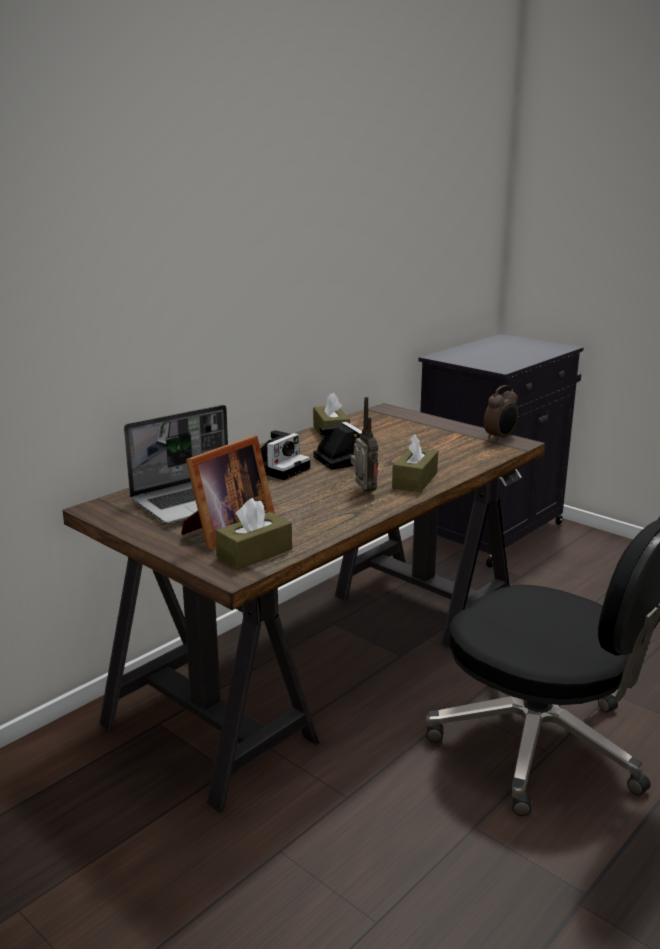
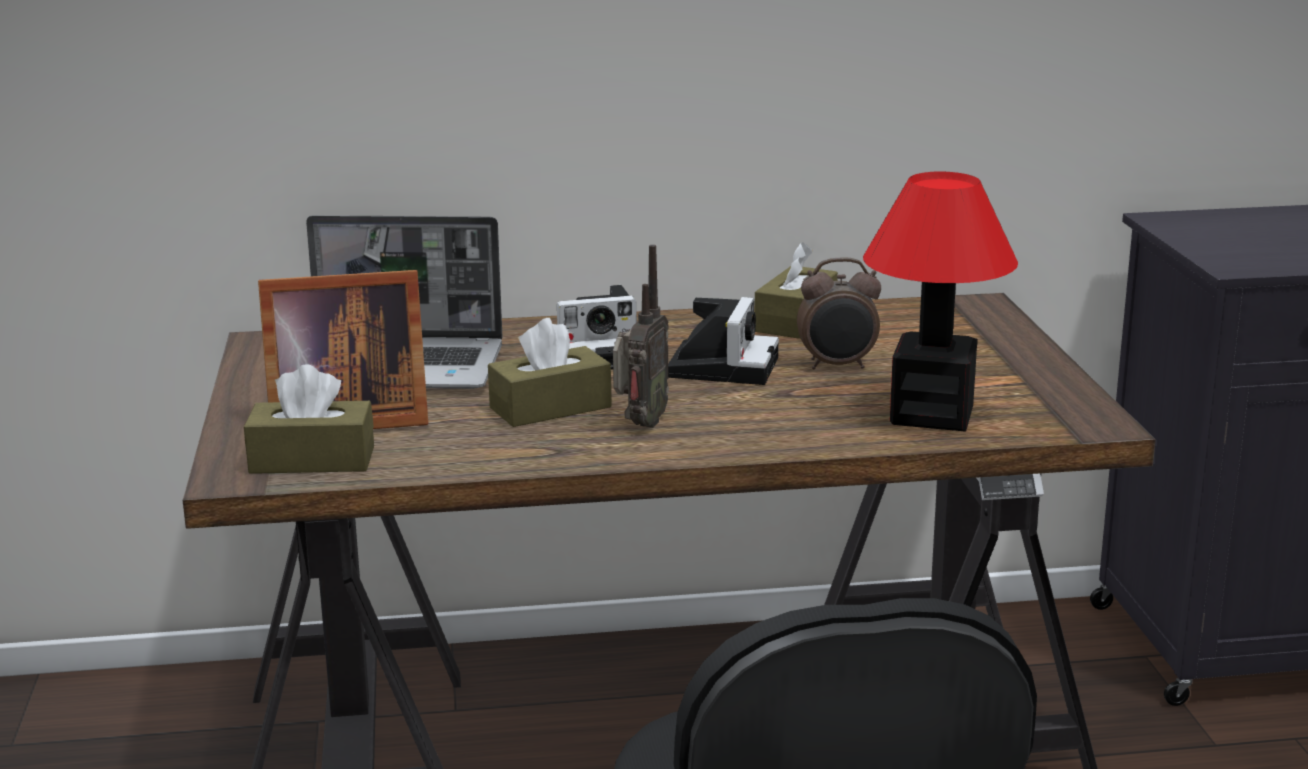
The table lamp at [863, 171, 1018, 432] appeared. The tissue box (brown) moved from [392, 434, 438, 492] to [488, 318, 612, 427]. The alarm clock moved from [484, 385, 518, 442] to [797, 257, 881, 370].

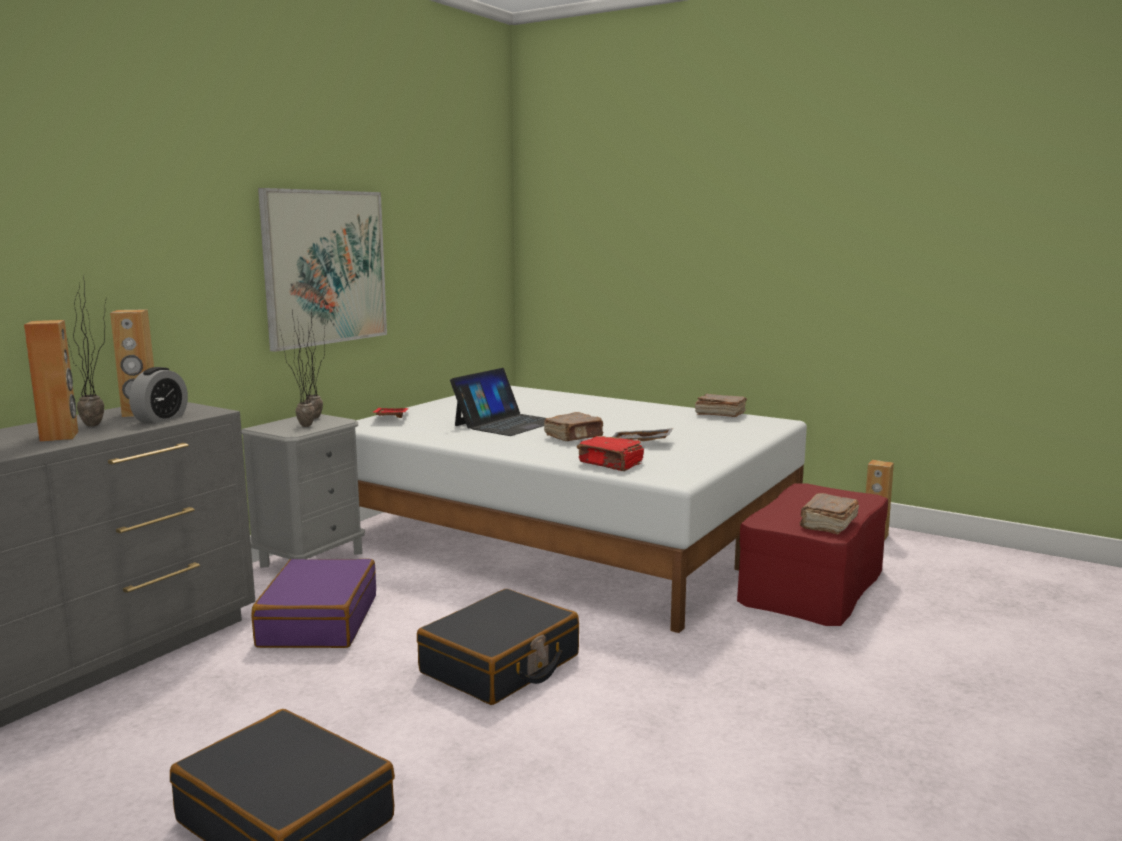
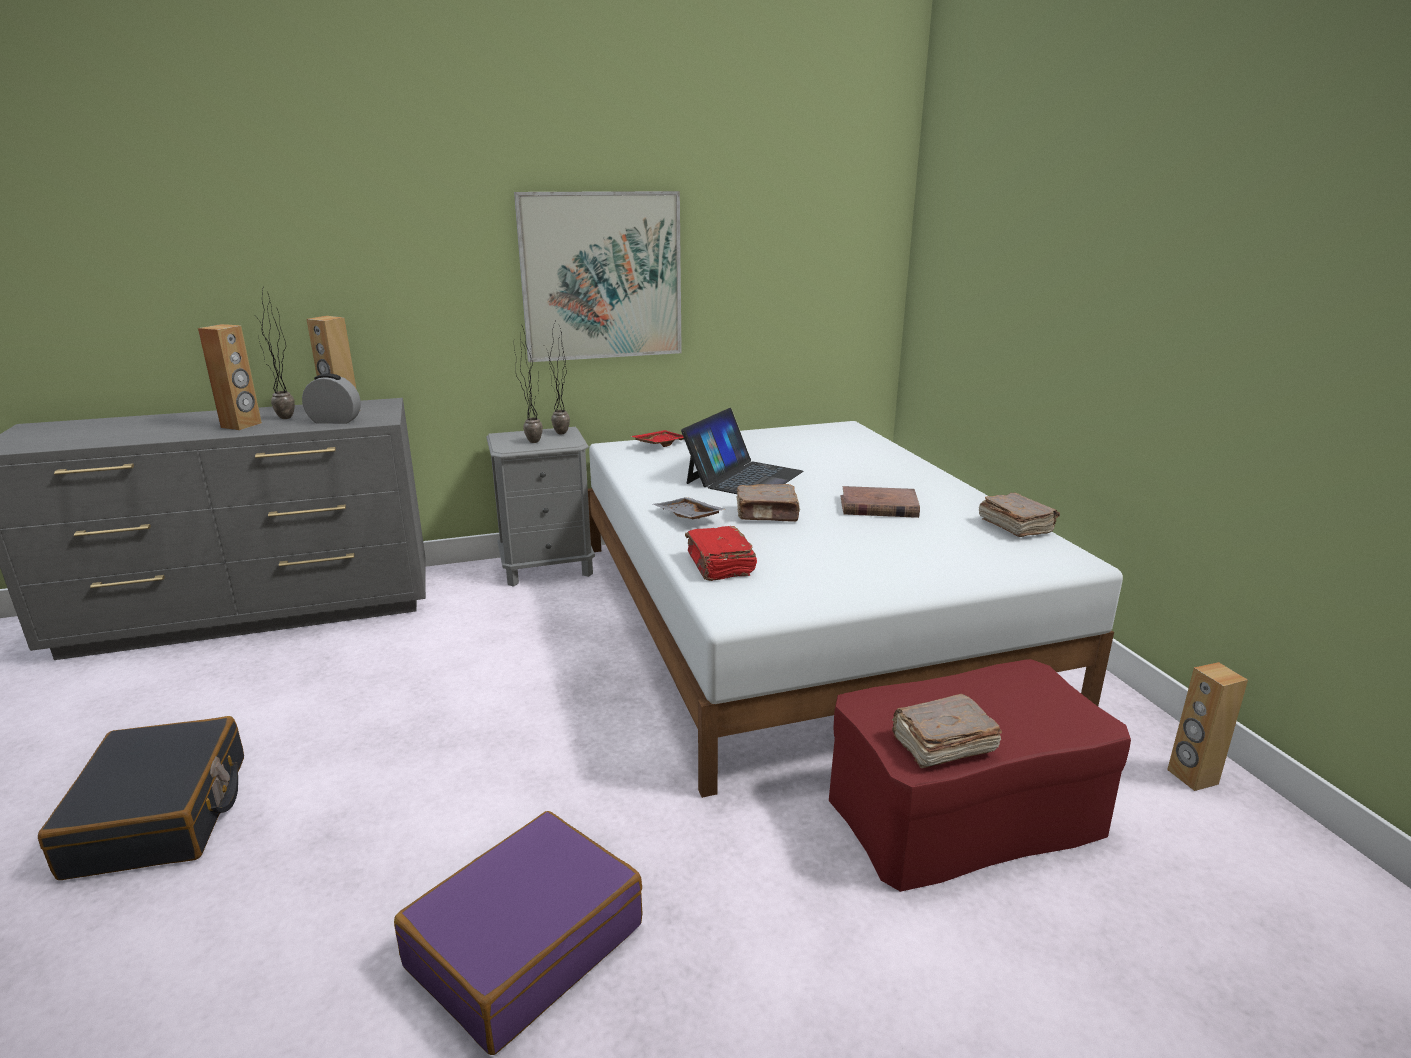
The suitcase (black) at [417, 589, 579, 705] disappeared. The book (brown) at [840, 486, 920, 518] appeared. The suitcase (purple) moved from [251, 559, 376, 648] to [394, 811, 643, 1055]. The tray (grey) moved from [612, 428, 673, 441] to [653, 497, 725, 519]. The alarm clock at [129, 367, 188, 423] turned 150 degrees counterclockwise. The laptop at [450, 368, 546, 436] turned 45 degrees counterclockwise.

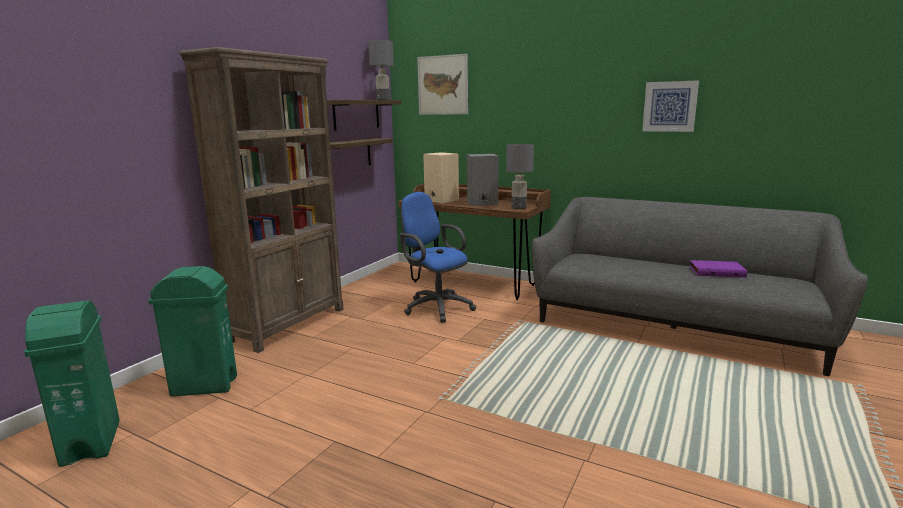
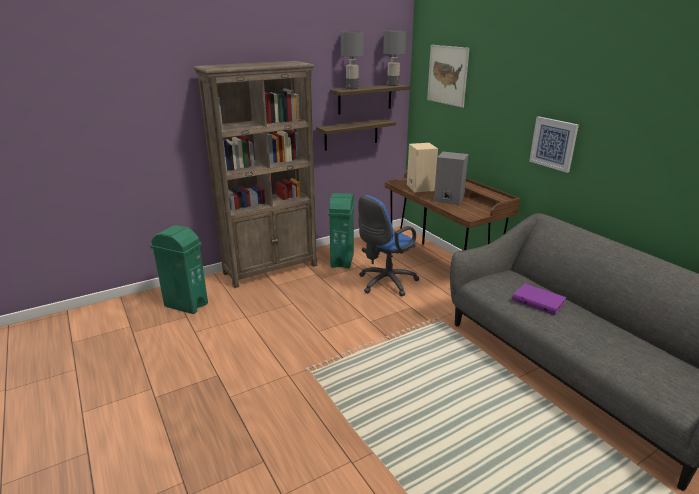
The trash can (green) moved from [24, 301, 120, 467] to [328, 193, 355, 268]. The table lamp (grey) moved from [506, 144, 534, 209] to [341, 31, 364, 89]. The picture moved from [642, 80, 699, 132] to [529, 116, 579, 173]. The book (purple) moved from [689, 260, 747, 277] to [512, 283, 566, 315]. The office chair (blue) at [400, 192, 476, 323] turned 120 degrees counterclockwise.

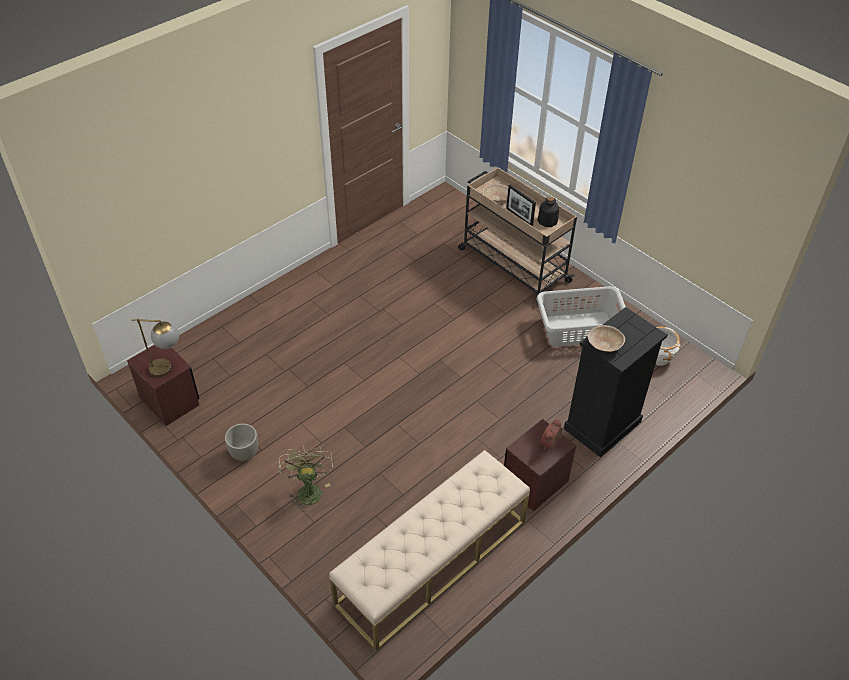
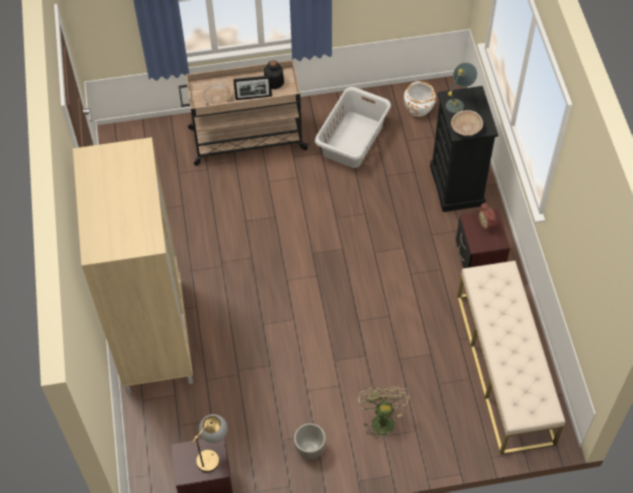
The wardrobe (beige) at [73, 137, 193, 394] appeared. The table lamp (grey) at [446, 62, 477, 114] appeared. The fan (green) at [278, 446, 334, 512] turned 60 degrees clockwise.

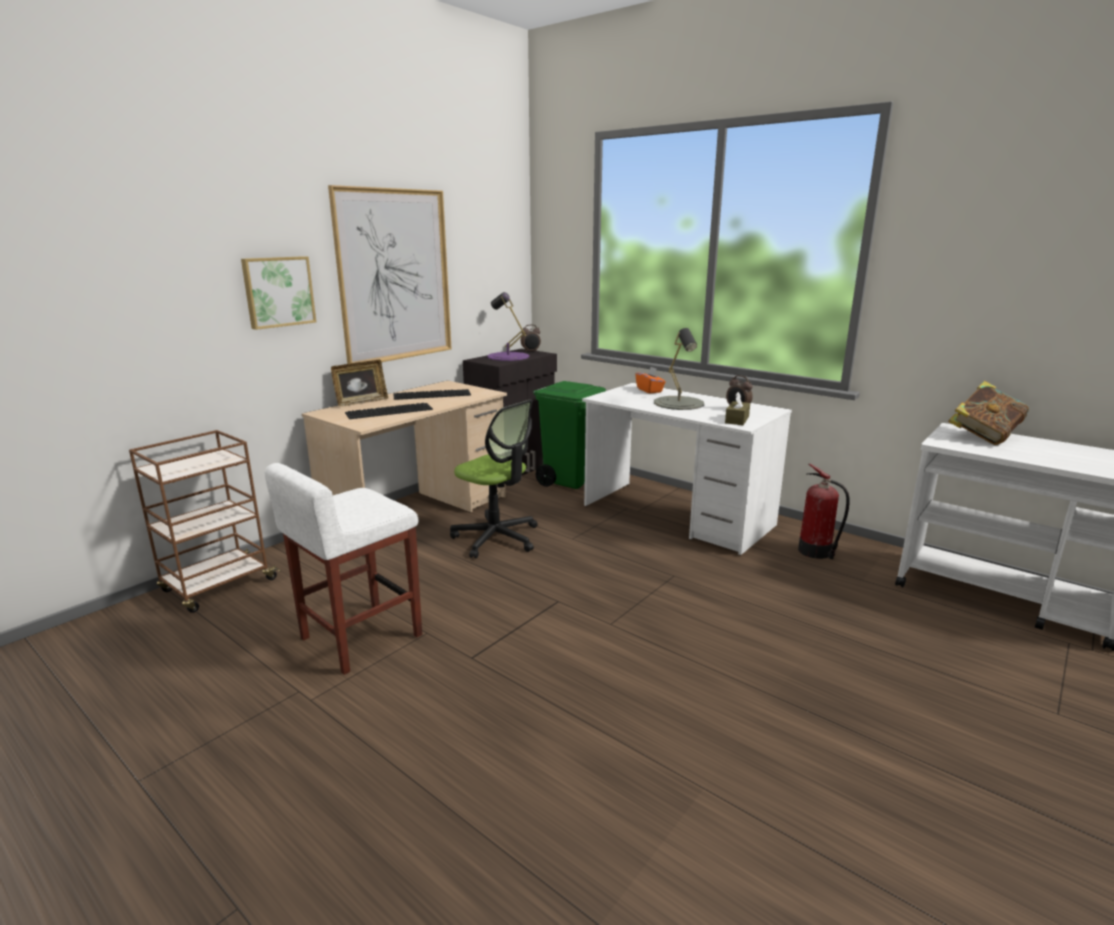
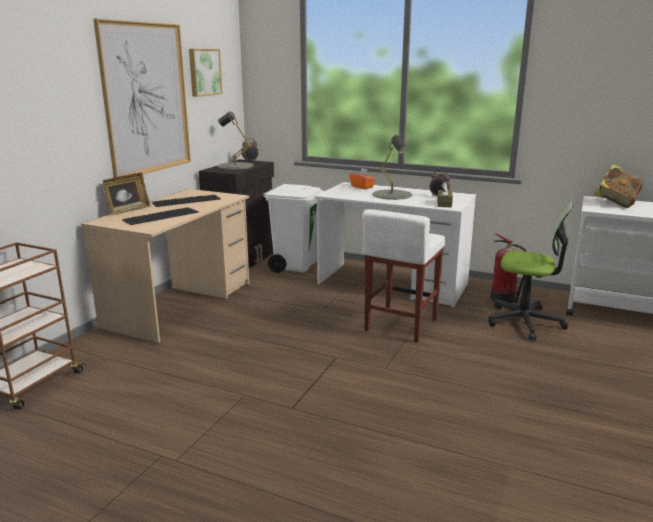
The picture moved from [241, 256, 316, 330] to [189, 49, 223, 97]. The stool (white) moved from [265, 463, 422, 675] to [362, 209, 446, 343]. The office chair moved from [450, 399, 538, 558] to [488, 201, 573, 340]. The table lamp (purple) at [487, 292, 529, 361] became the table lamp (grey) at [217, 111, 253, 170]. The trash can (green) at [533, 381, 606, 489] became the trash can (white) at [263, 184, 324, 273].

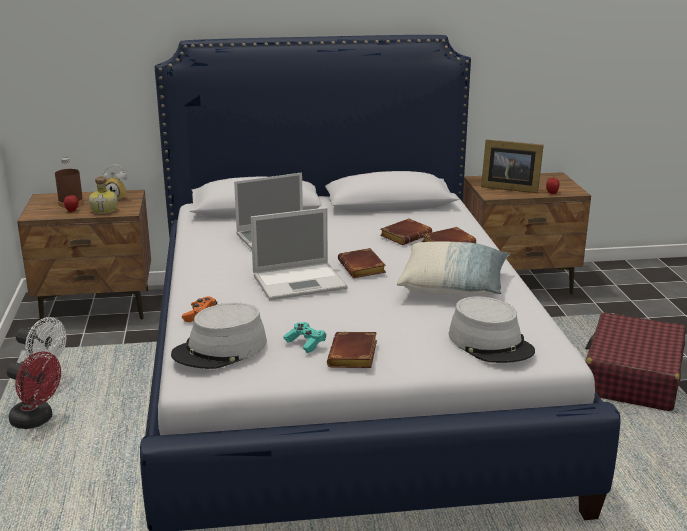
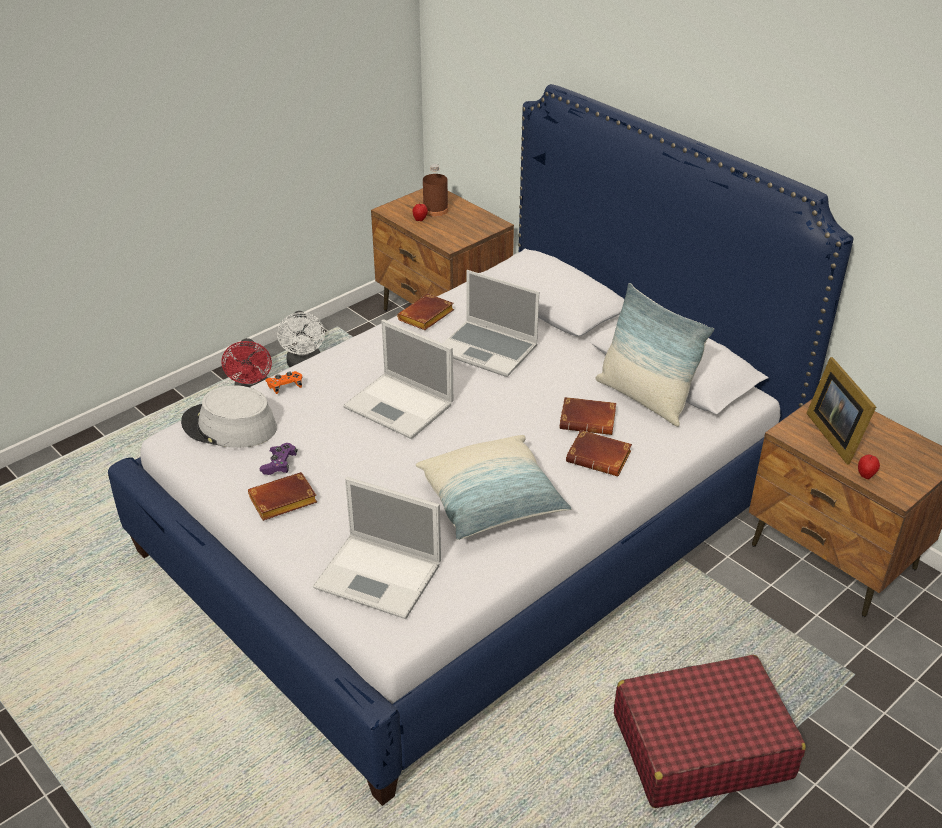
The bottle at [88, 176, 117, 214] disappeared. The alarm clock at [103, 164, 127, 200] disappeared. The pillow at [595, 283, 714, 427] appeared. The book (brown) moved from [338, 248, 386, 278] to [397, 294, 454, 330]. The hat (grey) at [448, 297, 535, 363] was replaced by the laptop at [313, 477, 441, 619]. The game controller (turquoise) at [284, 322, 326, 353] became the game controller (purple) at [260, 443, 297, 475].

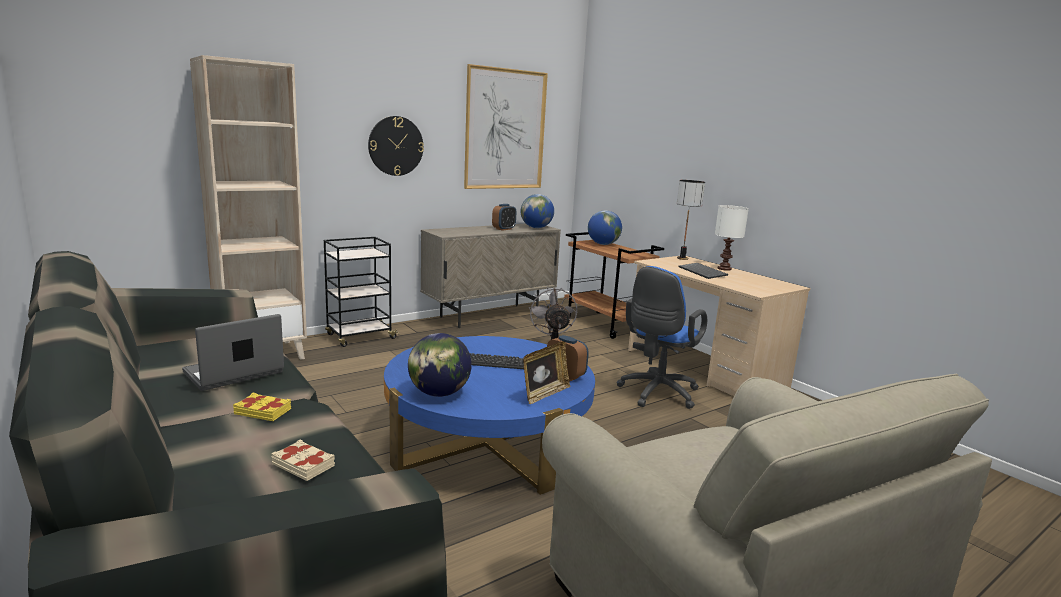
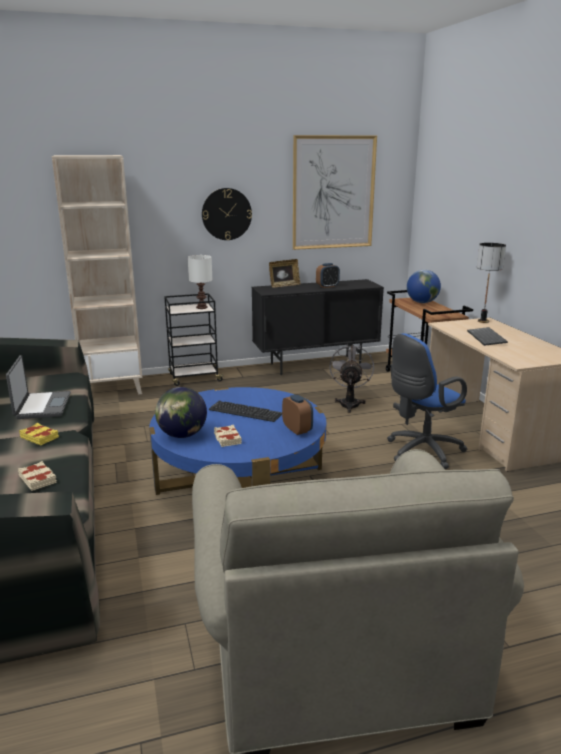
The globe at [521, 194, 554, 228] disappeared. The book (beige) at [214, 425, 242, 447] appeared. The picture frame moved from [523, 341, 571, 404] to [269, 259, 300, 288]. The table lamp (white) moved from [715, 205, 749, 271] to [188, 255, 212, 309]. The cabinet (beige) at [420, 223, 561, 328] became the cabinet (black) at [251, 279, 384, 375]. The laptop at [182, 314, 284, 391] turned 105 degrees clockwise.

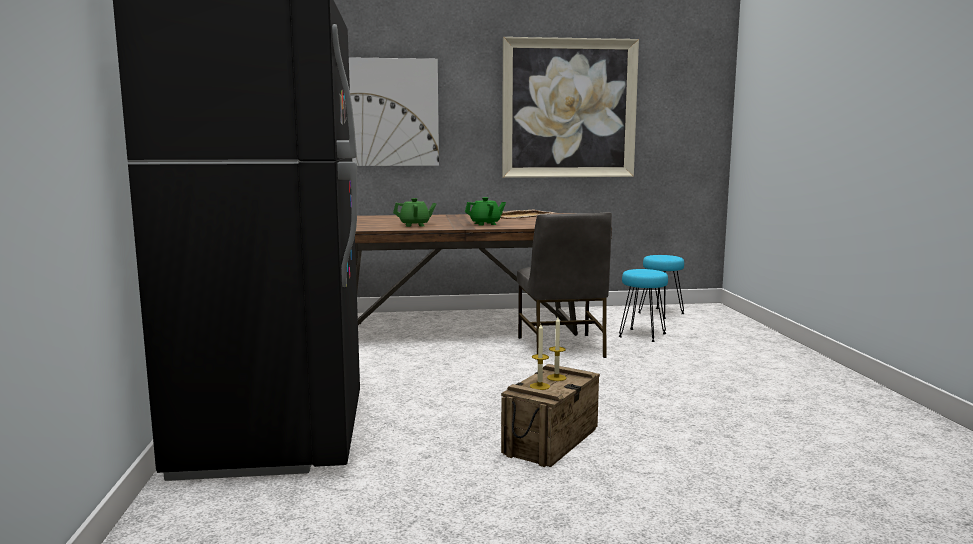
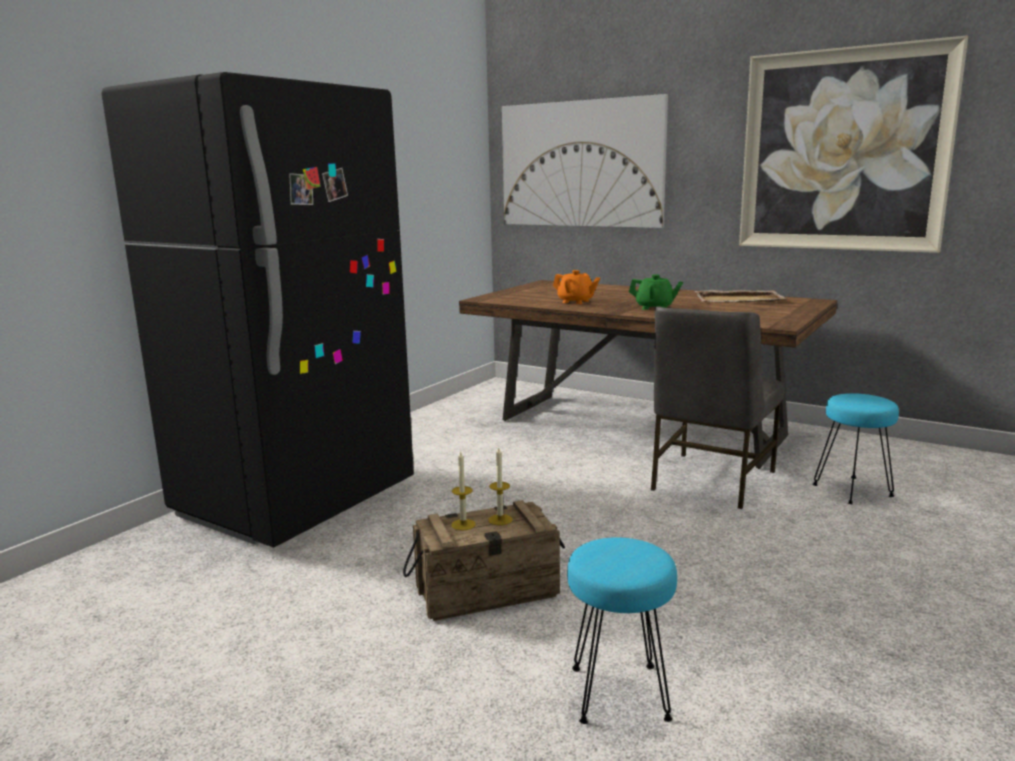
The stool (turquoise) moved from [638, 255, 684, 319] to [567, 537, 677, 724]. The teapot (green) at [393, 198, 436, 227] became the teapot (orange) at [553, 270, 600, 304].

